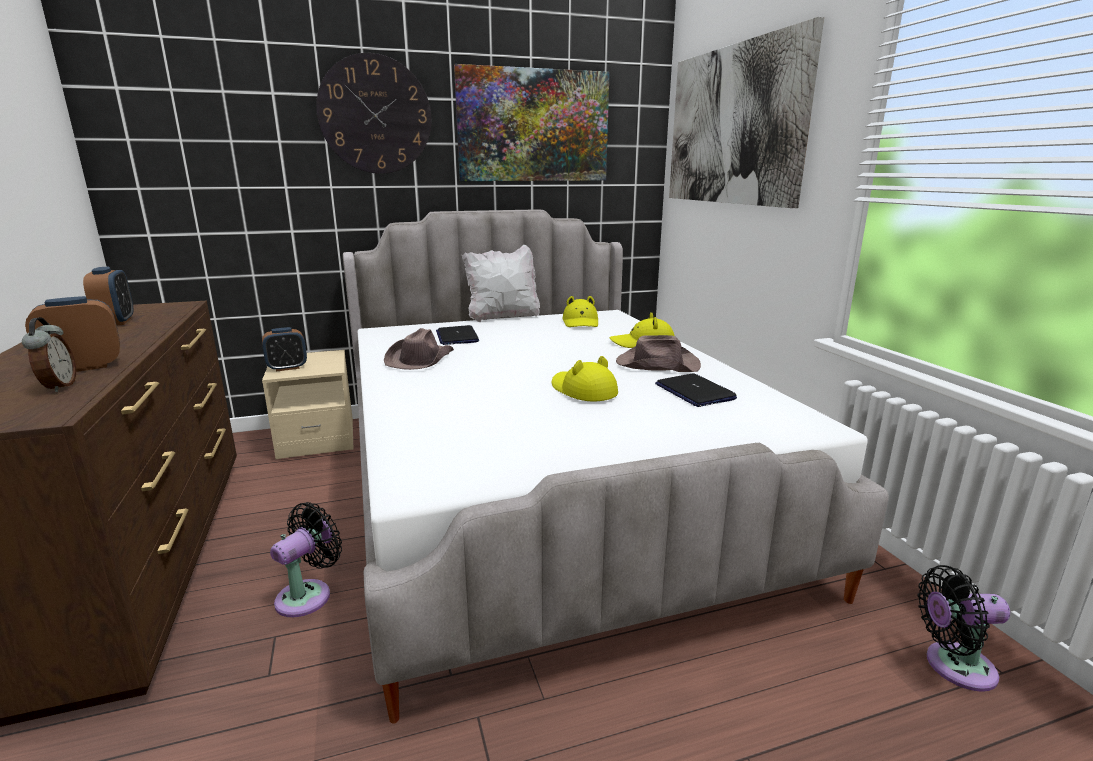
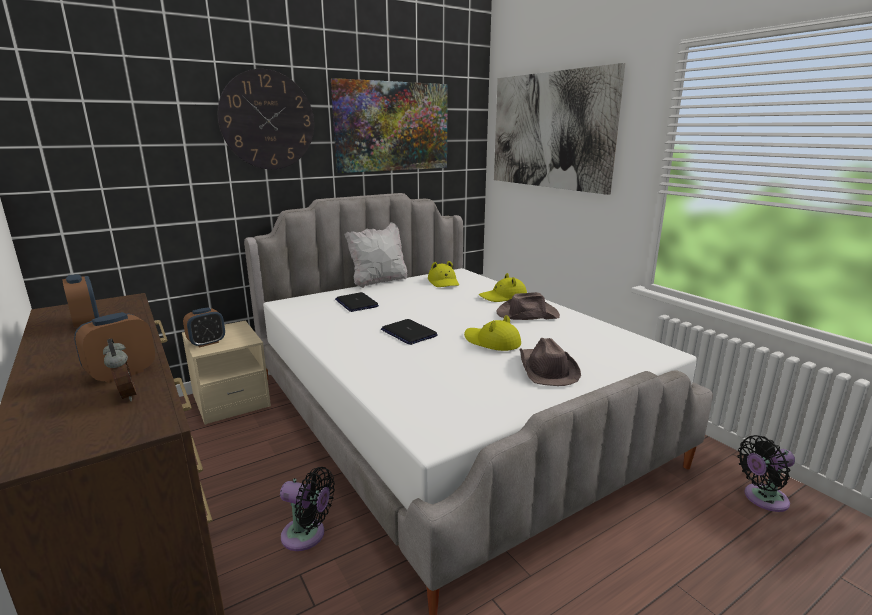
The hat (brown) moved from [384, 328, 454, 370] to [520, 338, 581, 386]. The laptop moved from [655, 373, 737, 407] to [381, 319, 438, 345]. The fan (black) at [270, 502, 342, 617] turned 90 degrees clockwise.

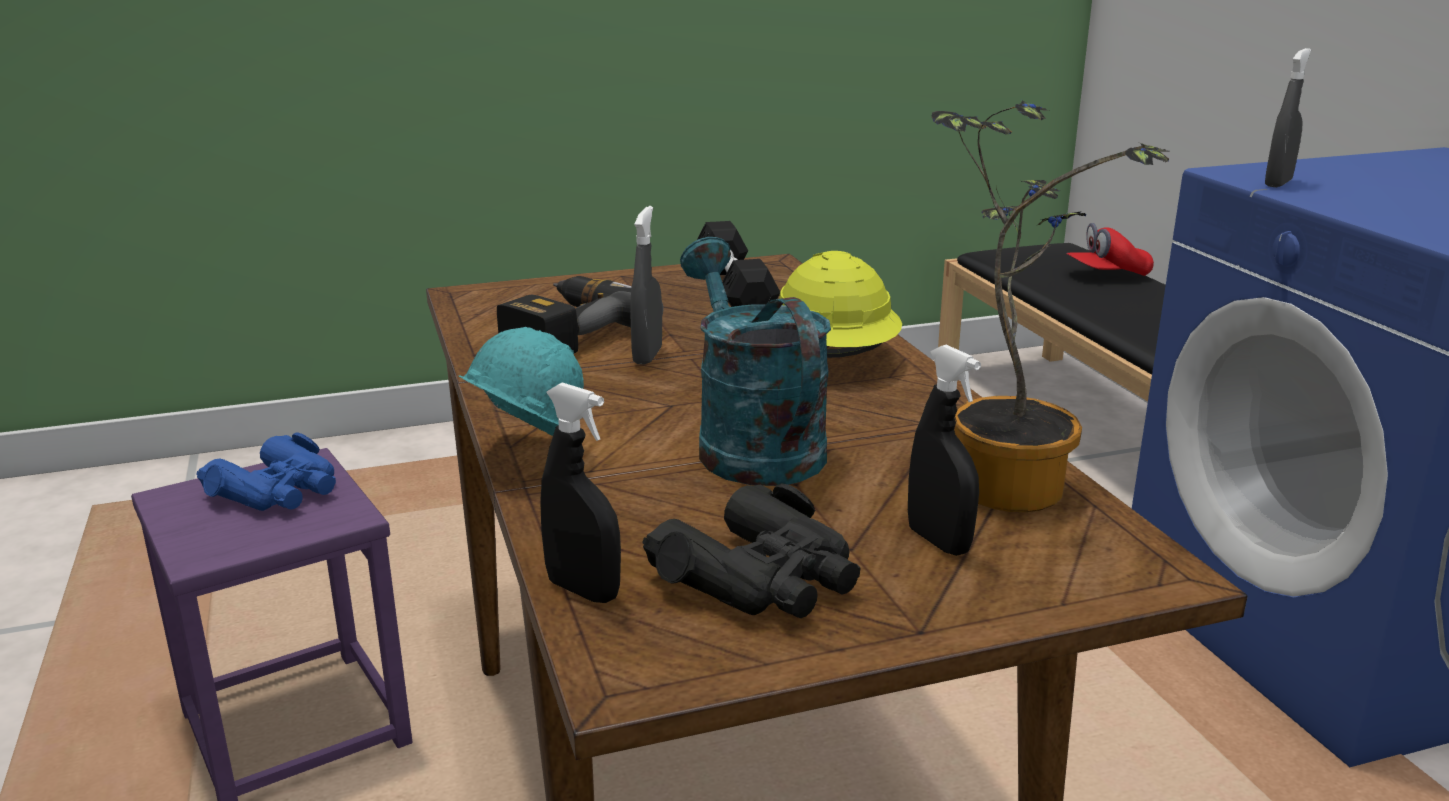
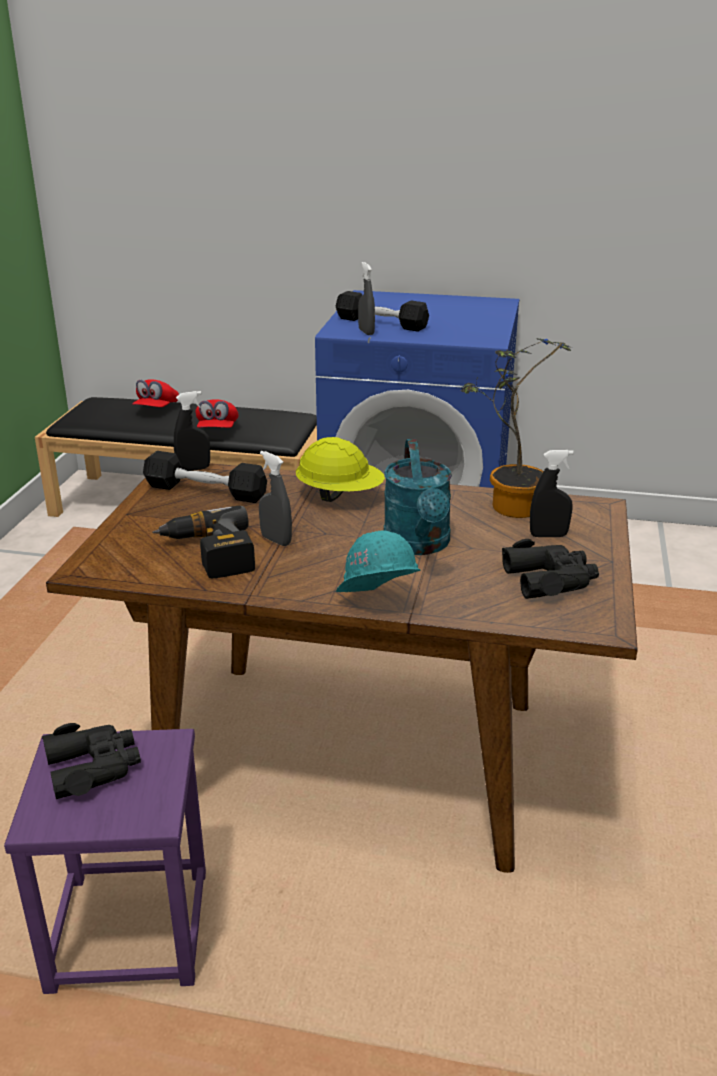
The cap (red) at [195, 399, 239, 428] appeared. The dumbbell (black) at [336, 291, 429, 332] appeared. The spray bottle (black) moved from [541, 382, 621, 603] to [174, 391, 210, 471]. The binoculars (blue) at [196, 432, 336, 511] became the binoculars (black) at [42, 723, 141, 799]. The watering can (turquoise) at [680, 237, 831, 486] turned 105 degrees counterclockwise.

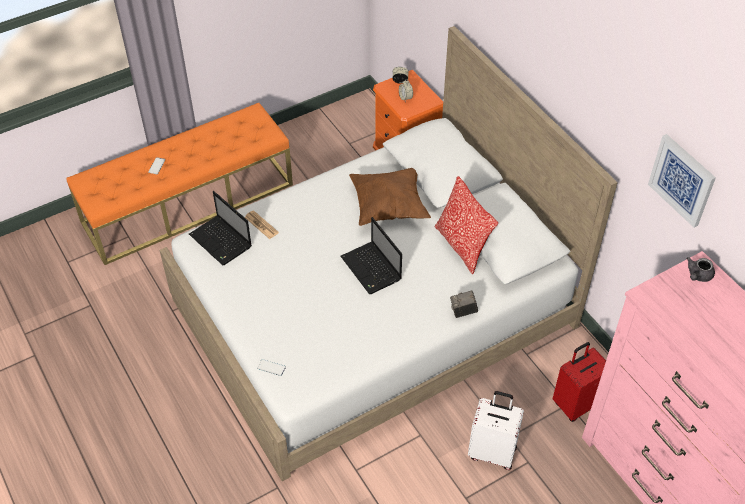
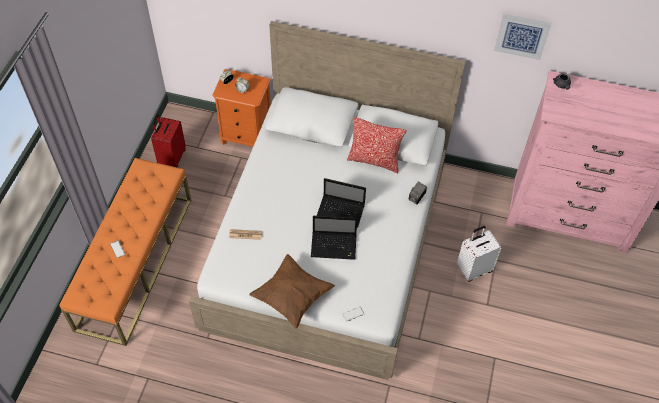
The laptop moved from [189, 191, 252, 265] to [311, 216, 358, 260]. The pillow (brown) moved from [349, 168, 431, 226] to [249, 254, 335, 329]. The suitcase (red) moved from [553, 342, 606, 422] to [151, 114, 186, 168].

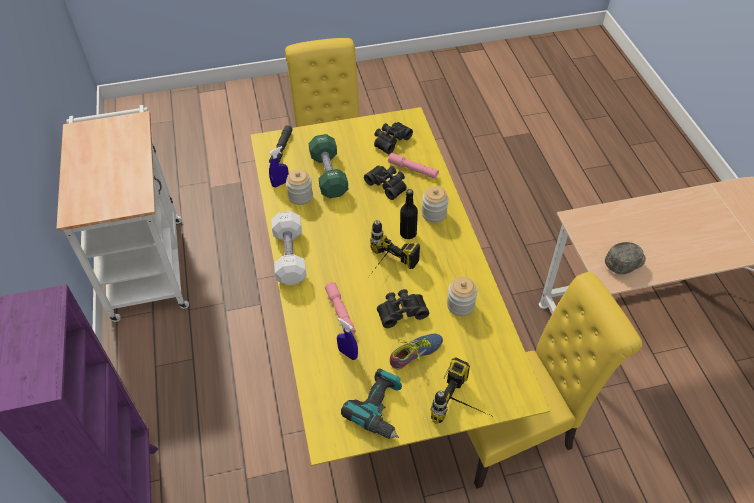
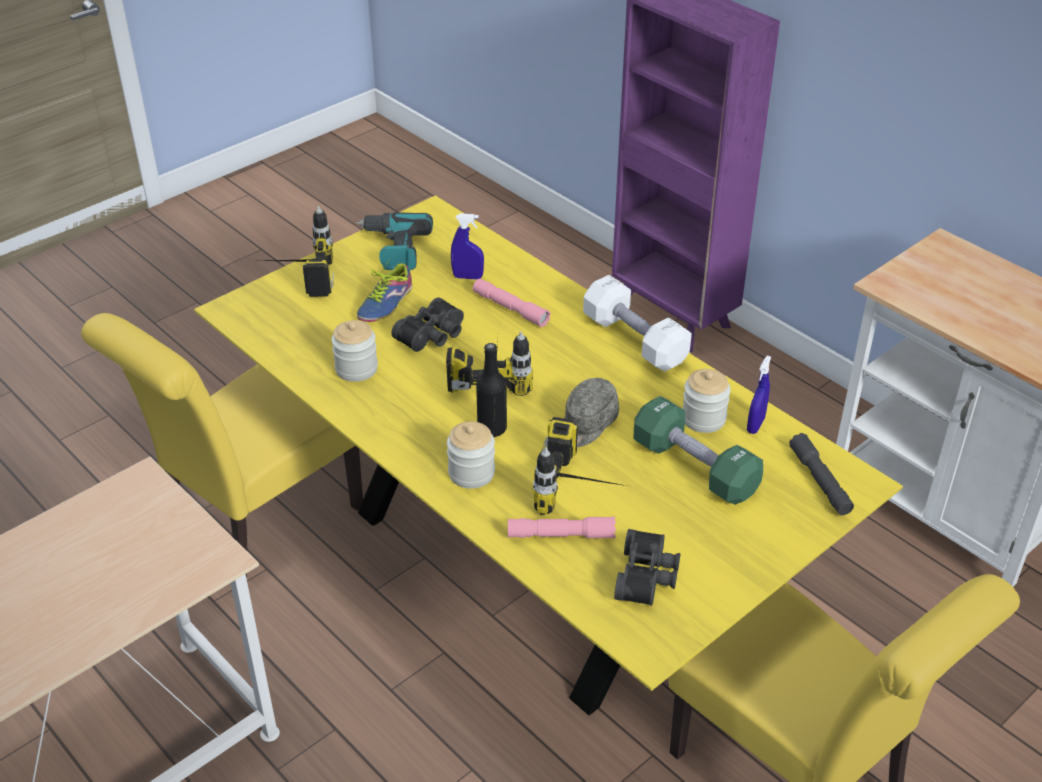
The cap (grey) moved from [605, 242, 646, 274] to [564, 378, 619, 447]. The binoculars (black) at [364, 165, 407, 200] was replaced by the power drill at [532, 417, 626, 515].

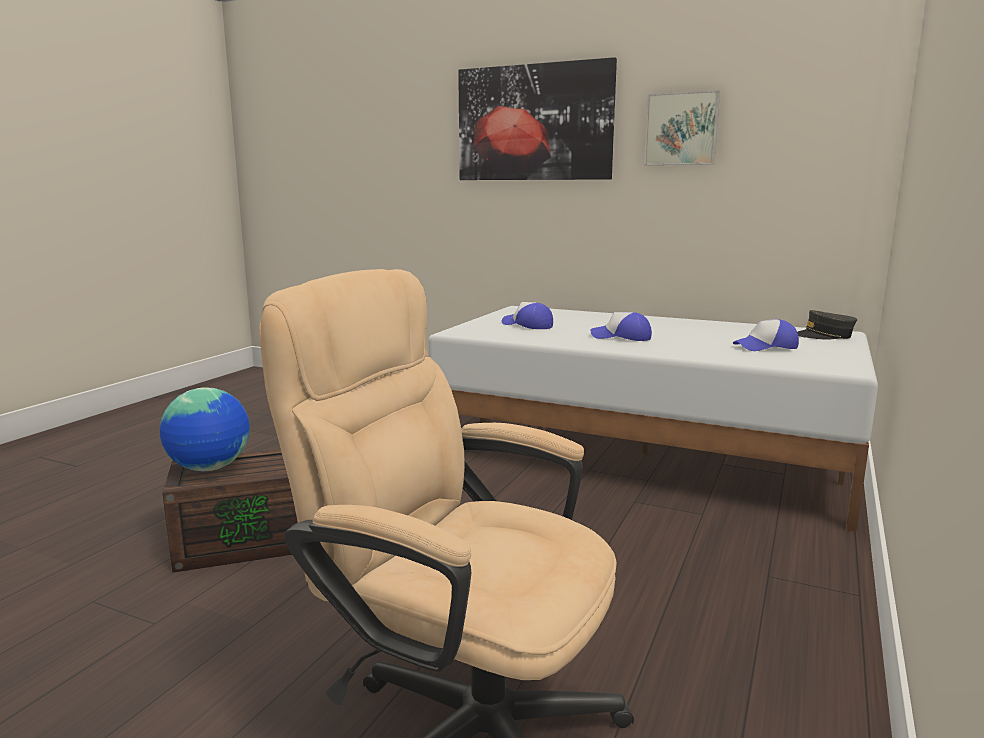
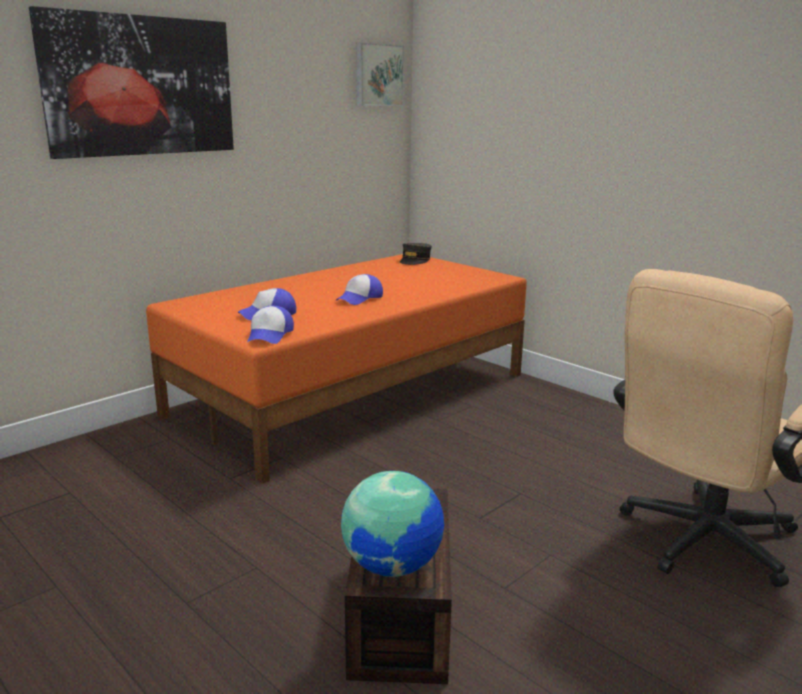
The picture moved from [644, 90, 720, 165] to [356, 43, 404, 106]. The cap moved from [733, 319, 799, 351] to [247, 306, 294, 344]. The bed (white) at [428, 306, 878, 532] became the bed (orange) at [146, 254, 527, 484].

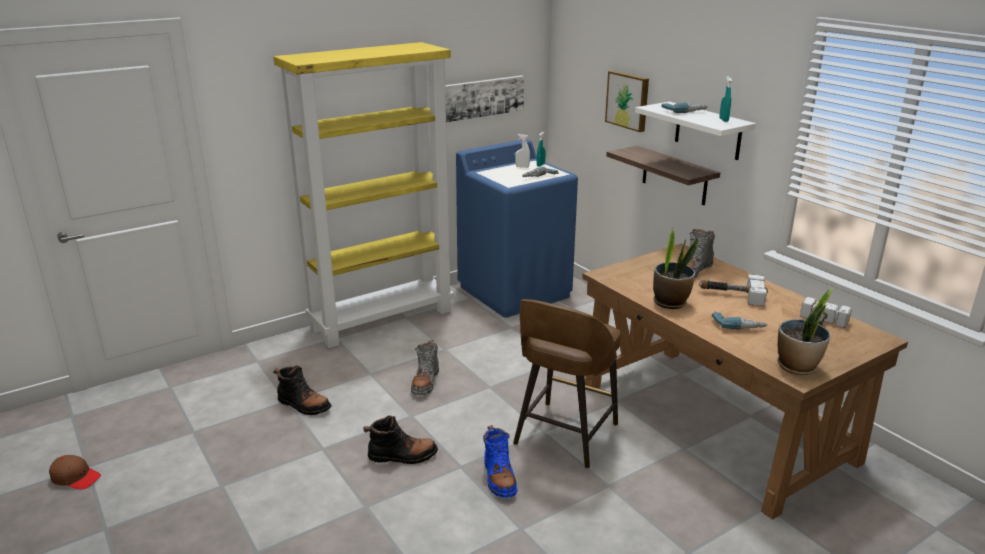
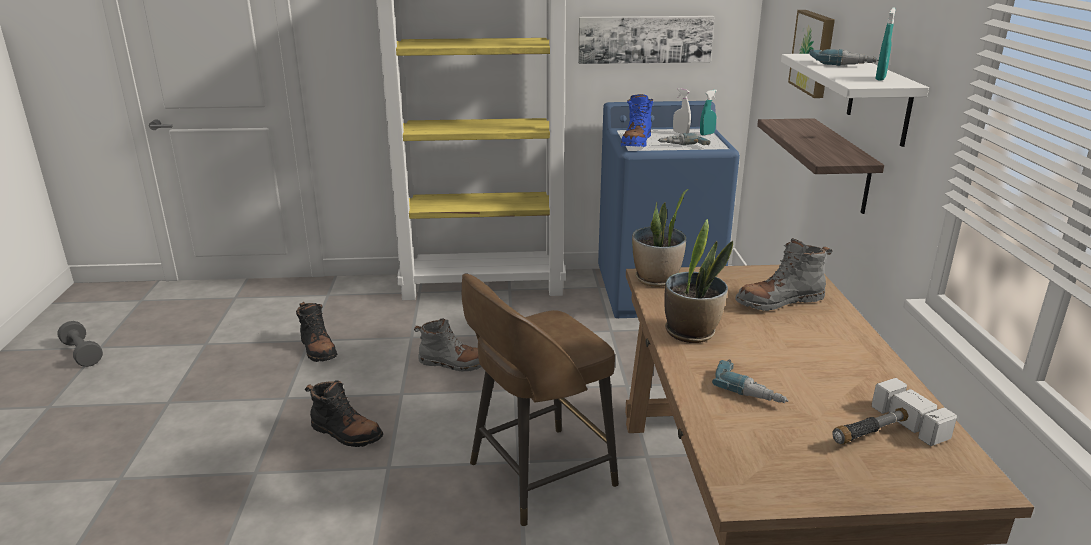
The hammer at [699, 274, 768, 306] disappeared. The boot (blue) moved from [483, 425, 518, 498] to [621, 94, 653, 147]. The potted plant moved from [777, 287, 834, 375] to [632, 189, 688, 287]. The cap (brown) at [49, 455, 101, 490] was replaced by the dumbbell (grey) at [58, 321, 103, 367]. The boot (grey) at [411, 340, 439, 395] turned 120 degrees counterclockwise.

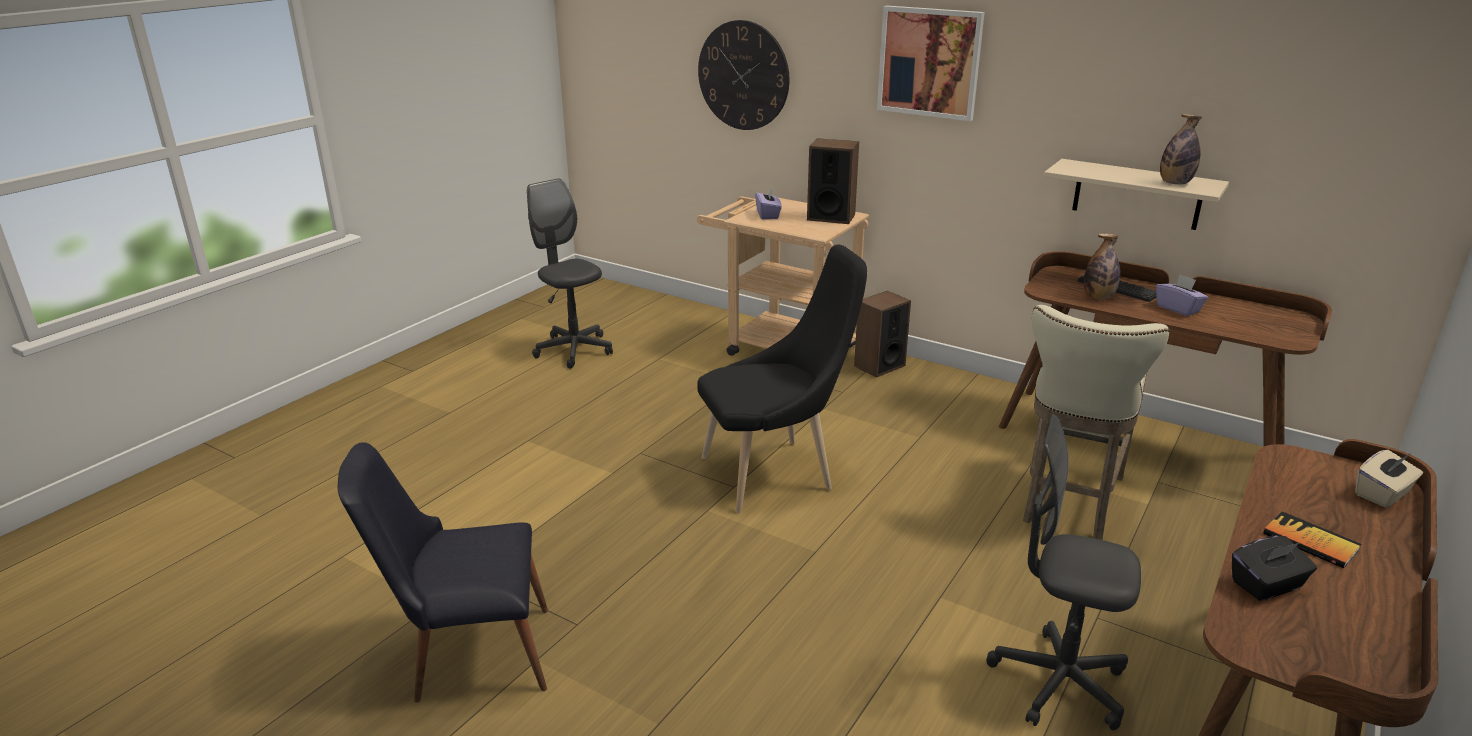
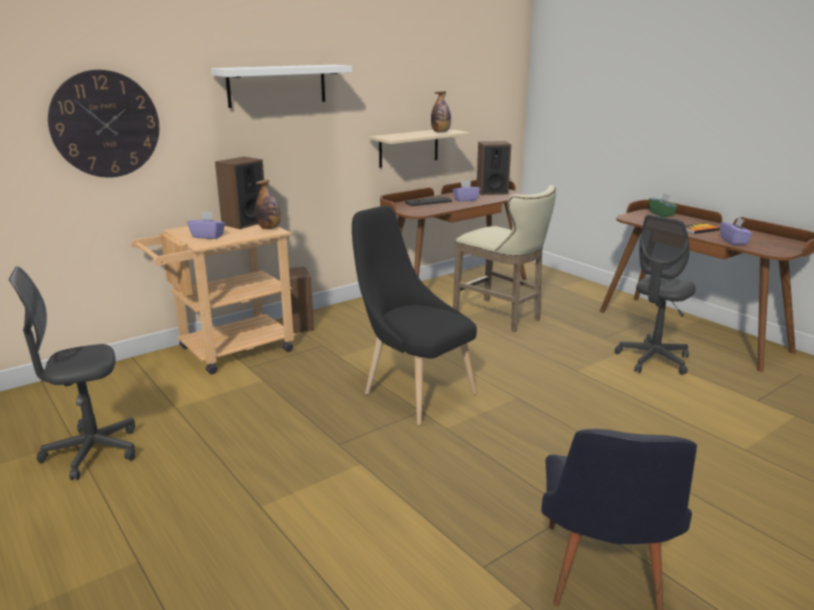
The speaker at [477, 141, 511, 195] appeared. The bottle moved from [1084, 233, 1120, 300] to [255, 180, 281, 229]. The picture at [877, 6, 985, 121] was replaced by the shelf (white) at [211, 65, 352, 108]. The tissue box (black) at [1232, 536, 1317, 601] became the tissue box (purple) at [720, 217, 753, 245]. The tissue box (beige) at [1356, 450, 1423, 508] became the tissue box (green) at [649, 193, 678, 217]. The chair (black) at [697, 245, 867, 513] turned 45 degrees counterclockwise.

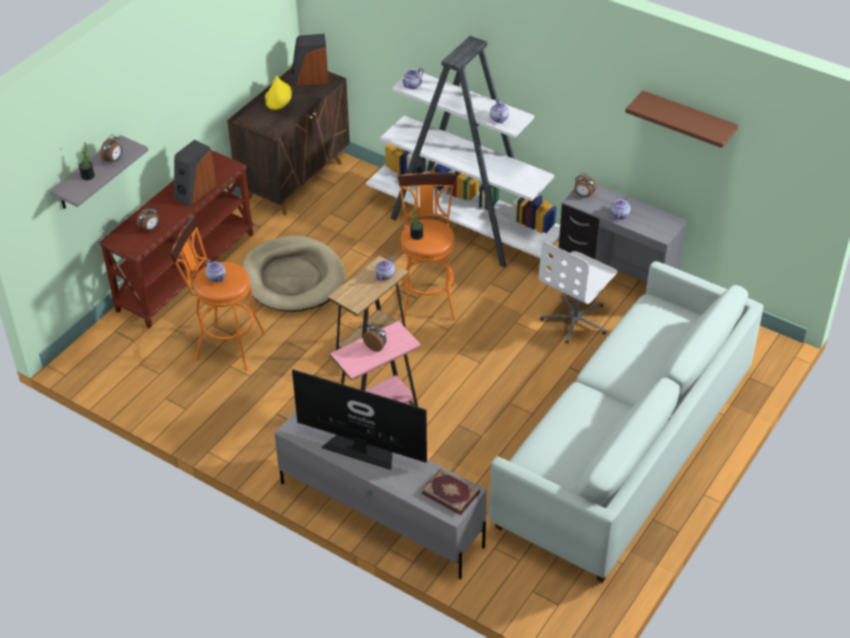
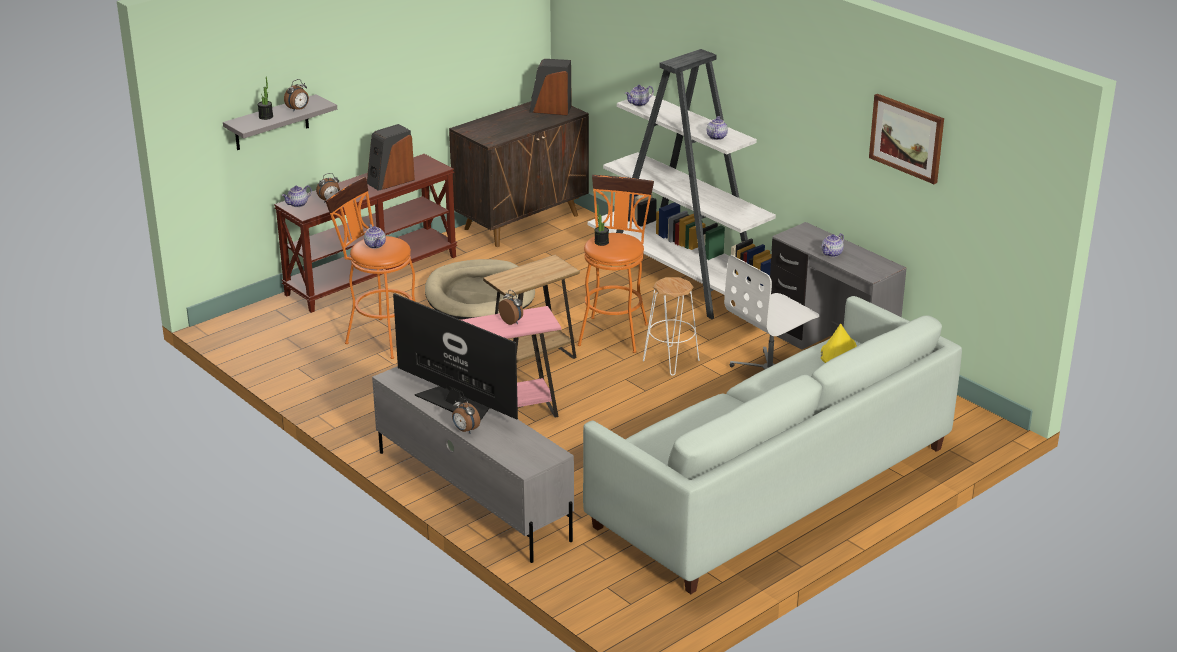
The book at [421, 469, 480, 515] disappeared. The stool (white) at [643, 277, 700, 376] appeared. The hat (yellow) moved from [265, 76, 292, 110] to [821, 324, 857, 363]. The teapot moved from [375, 257, 395, 280] to [282, 185, 312, 207]. The alarm clock moved from [574, 173, 596, 197] to [452, 397, 480, 434]. The shelf (brown) at [625, 90, 738, 148] was replaced by the picture at [869, 94, 944, 184].

